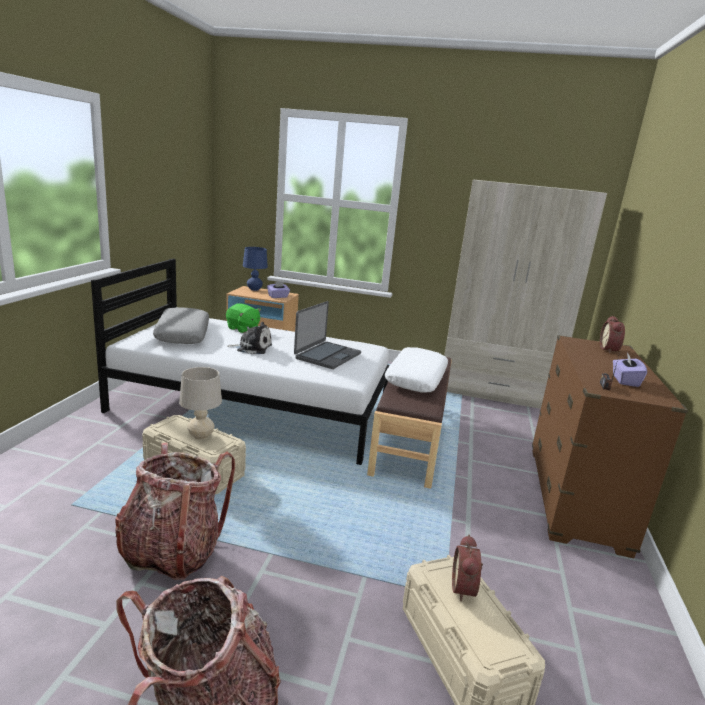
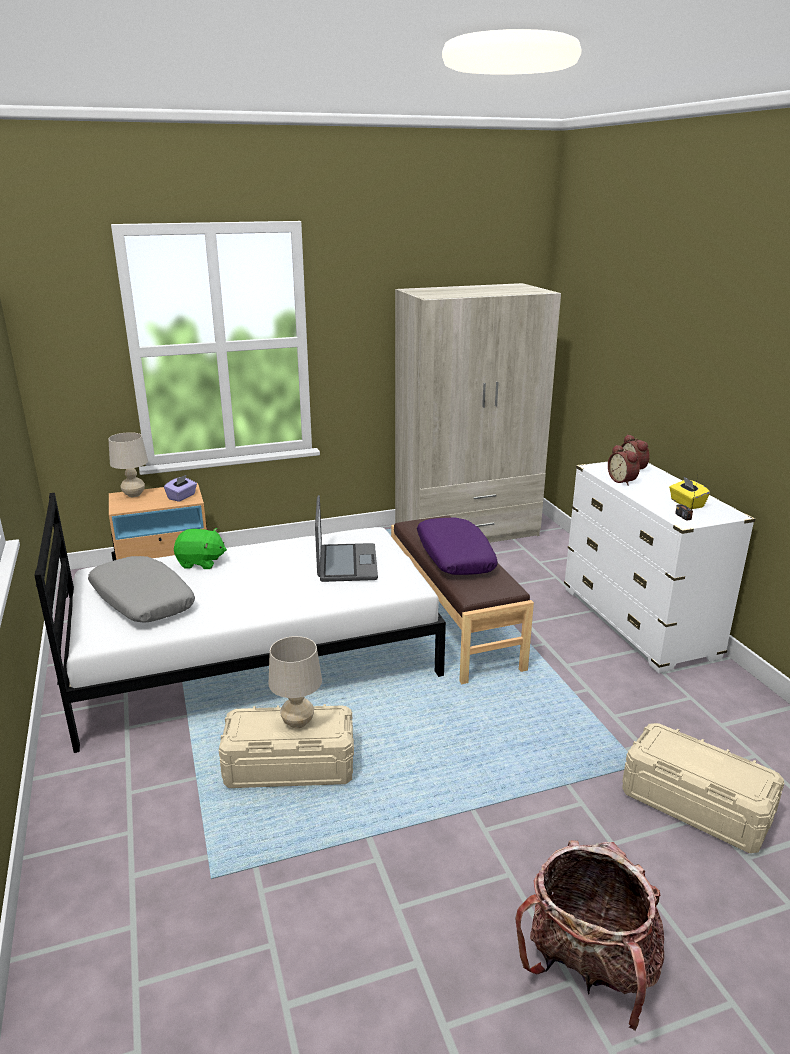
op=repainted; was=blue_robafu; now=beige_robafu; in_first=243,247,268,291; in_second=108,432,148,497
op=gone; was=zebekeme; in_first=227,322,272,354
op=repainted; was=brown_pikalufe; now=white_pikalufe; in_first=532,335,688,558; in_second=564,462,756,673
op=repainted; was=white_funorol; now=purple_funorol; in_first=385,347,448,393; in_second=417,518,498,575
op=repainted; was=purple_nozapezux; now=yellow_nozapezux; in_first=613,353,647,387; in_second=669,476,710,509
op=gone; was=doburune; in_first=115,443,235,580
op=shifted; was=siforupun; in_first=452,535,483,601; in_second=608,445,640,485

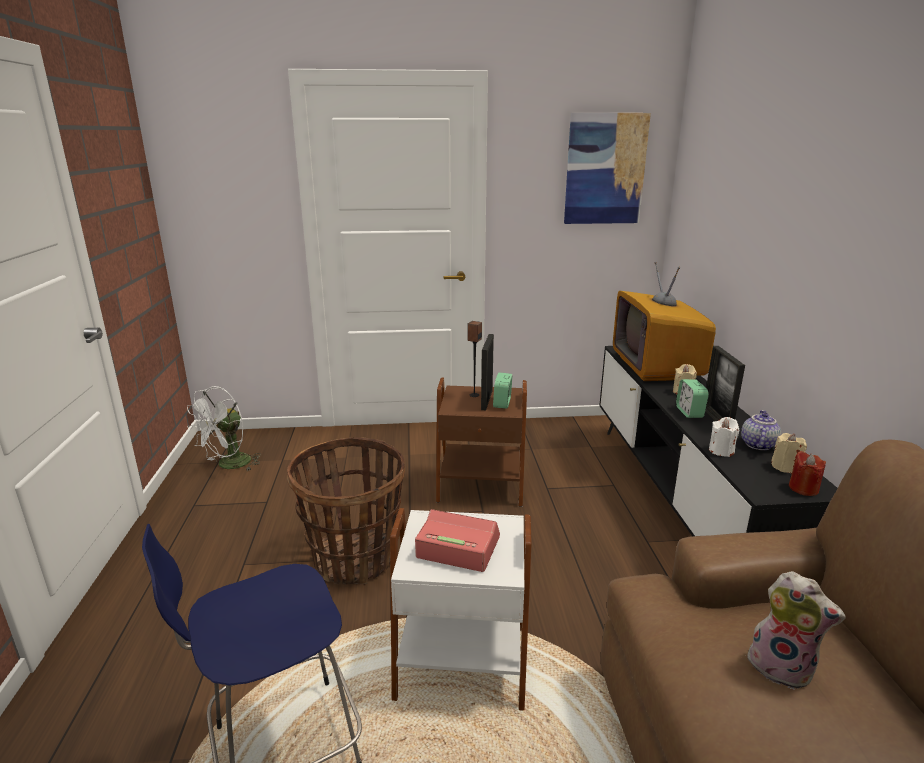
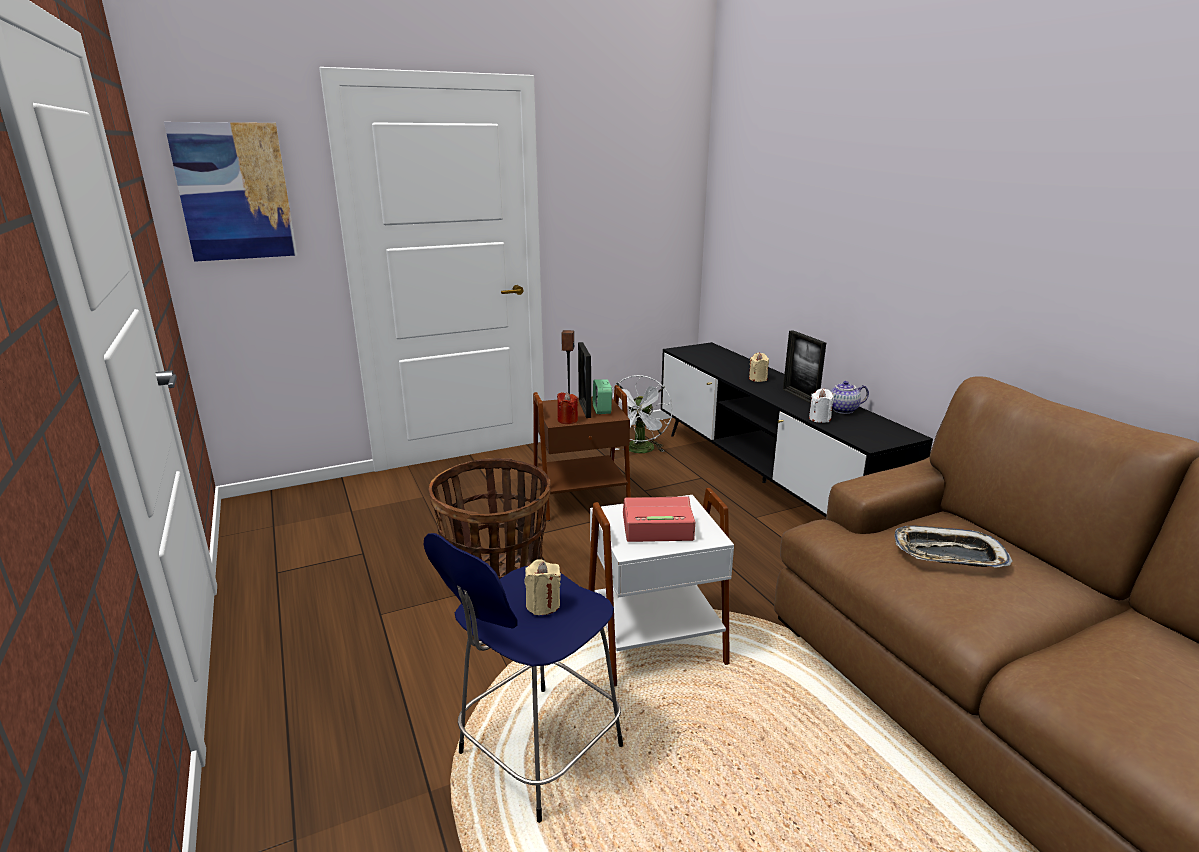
op=shifted; was=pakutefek; in_first=564,113,651,224; in_second=164,122,297,262
op=gone; was=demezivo; in_first=613,262,716,381
op=gone; was=siforupun; in_first=676,379,709,418
op=shifted; was=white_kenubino; in_first=187,386,261,471; in_second=612,375,673,453
op=rotated; was=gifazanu; in_first=741,410,781,450; in_second=831,381,869,414; clockwise=-105
op=shifted; was=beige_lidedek; in_first=771,433,807,473; in_second=524,560,561,615
op=shifted; was=red_lidedek; in_first=789,451,826,496; in_second=557,392,578,424
op=swapped; was=zebekeme; now=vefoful; in_first=745,571,846,690; in_second=894,526,1012,568

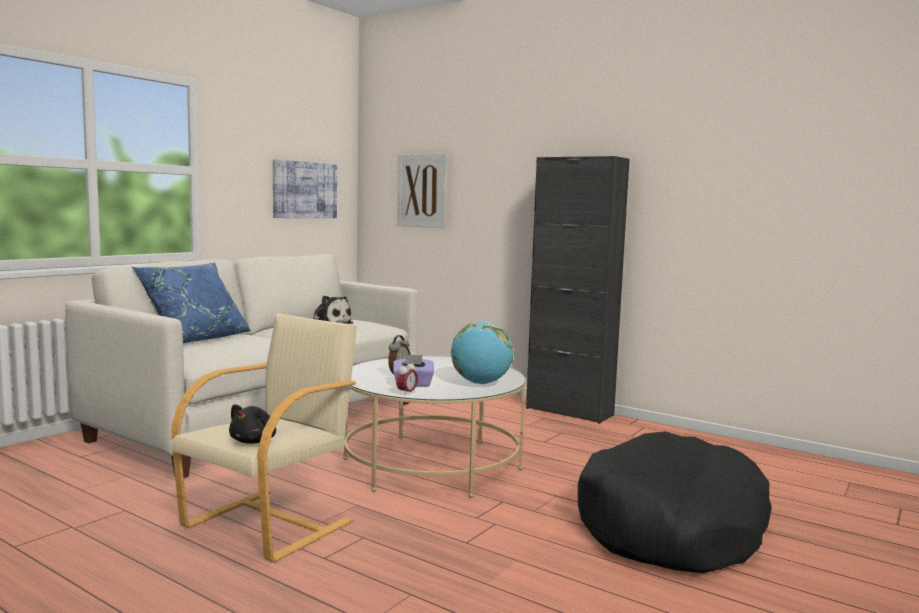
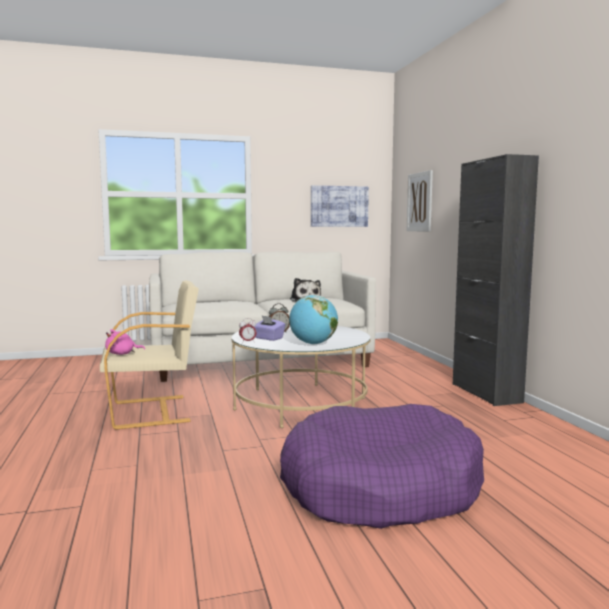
op=gone; was=blue_funorol; in_first=132,263,252,343
op=repainted; was=black_zebekeme; now=pink_zebekeme; in_first=229,404,276,444; in_second=105,329,145,355
op=repainted; was=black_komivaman; now=purple_komivaman; in_first=578,432,772,573; in_second=280,404,484,529

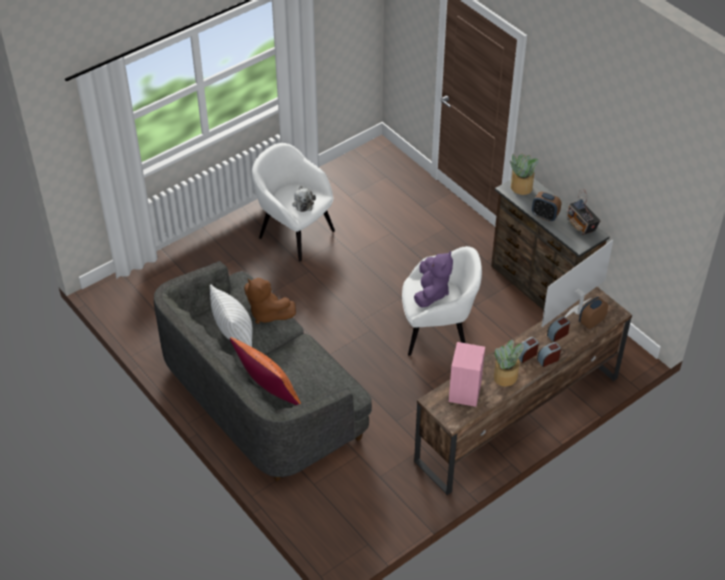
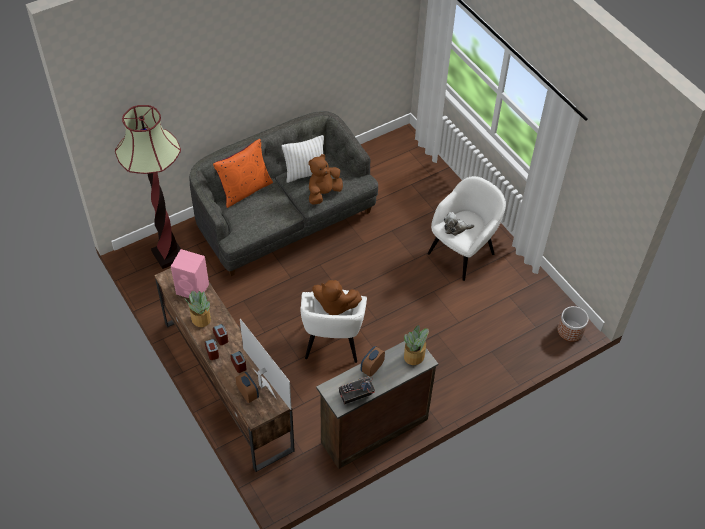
op=repainted; was=purple_zebekeme; now=brown_zebekeme; in_first=414,250,453,307; in_second=312,280,362,315
op=new; now=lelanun; in_second=115,105,181,269
op=new; now=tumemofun; in_second=558,306,589,341

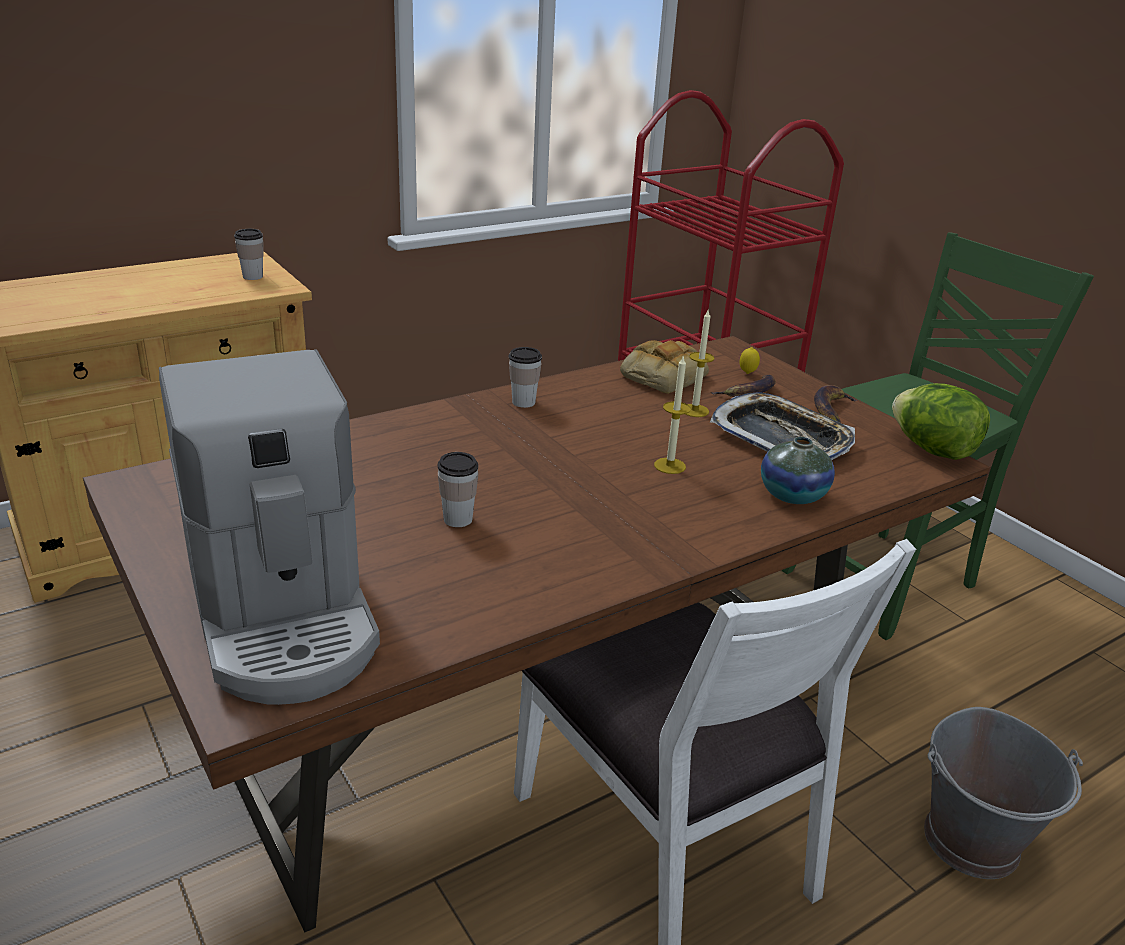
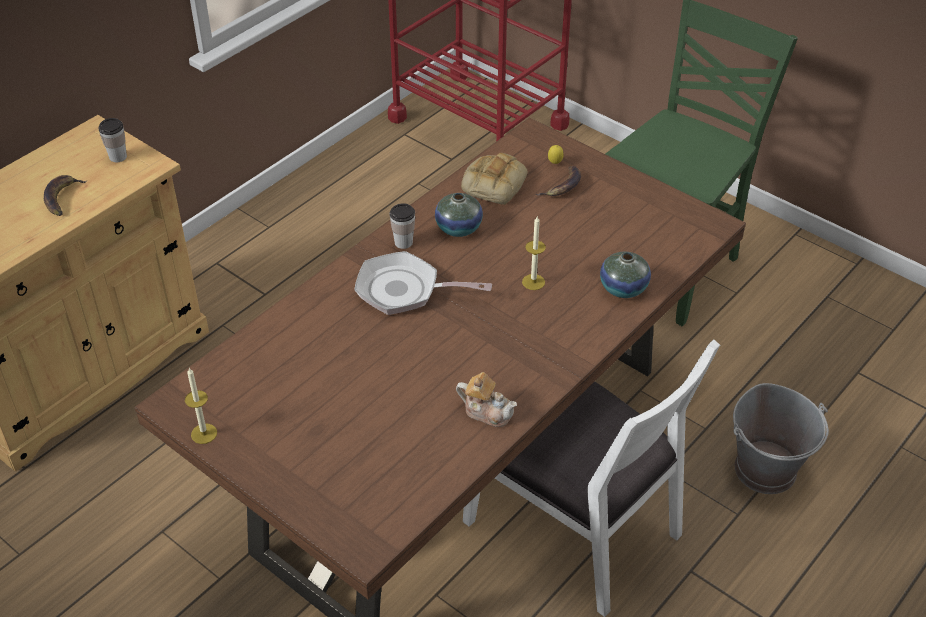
op=shifted; was=lidedek; in_first=685,310,715,417; in_second=185,368,217,444
op=gone; was=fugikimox; in_first=159,349,380,705
op=gone; was=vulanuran; in_first=892,383,990,460
op=shifted; was=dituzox; in_first=814,385,858,423; in_second=44,175,87,216
op=gone; was=vefoful; in_first=710,392,855,460
op=gone; was=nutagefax; in_first=438,452,478,527
op=new; now=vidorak; in_second=435,193,483,237
op=new; now=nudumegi; in_second=354,251,492,315
op=new; now=gifazanu; in_second=456,372,517,427

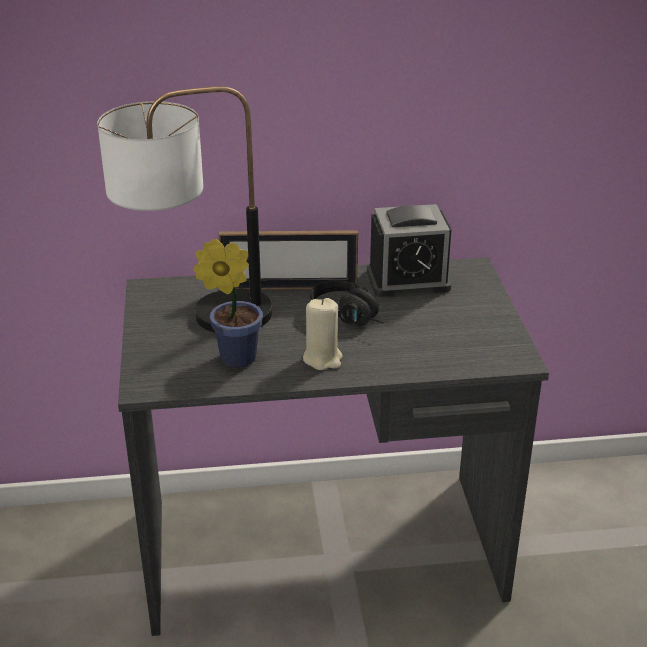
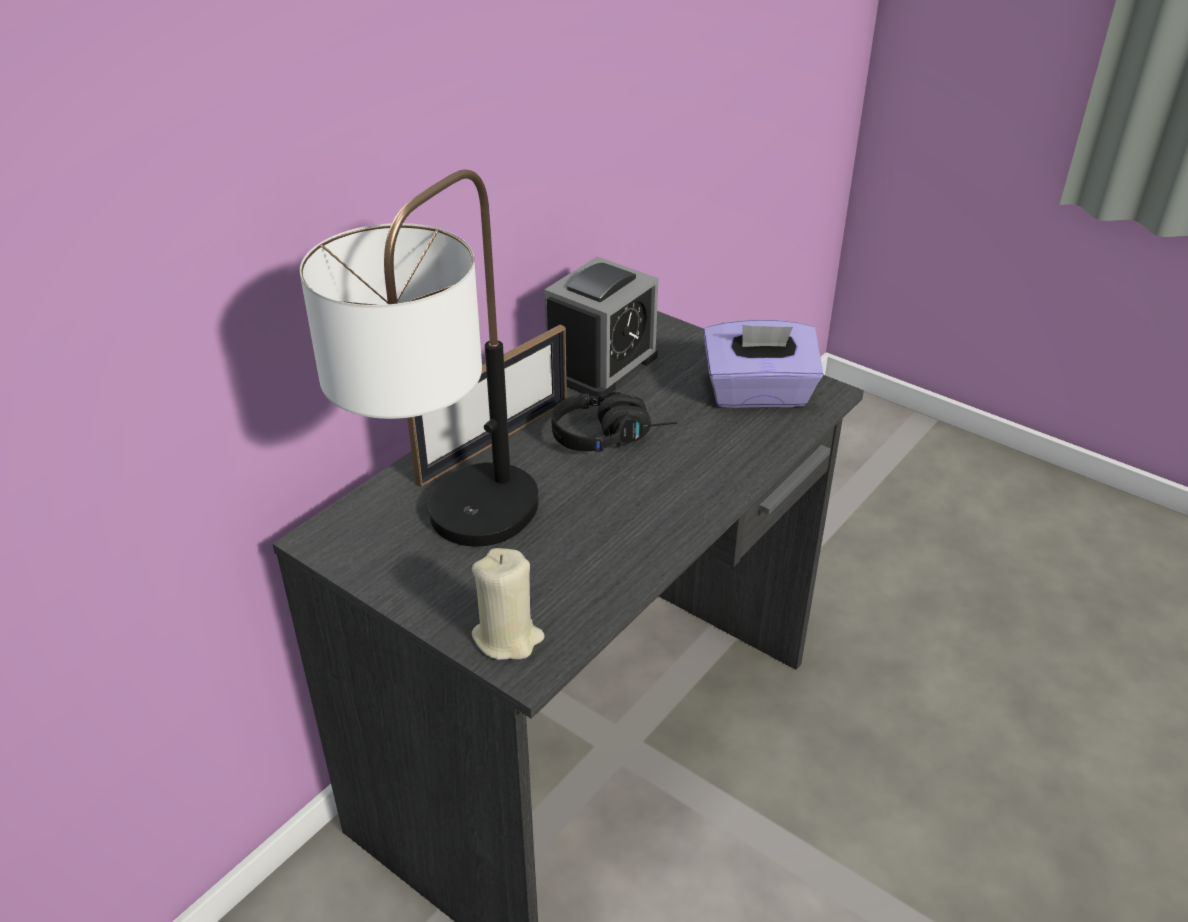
op=gone; was=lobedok; in_first=193,239,263,368
op=shifted; was=beige_lidedek; in_first=303,298,343,370; in_second=472,548,545,660
op=new; now=purple_nozapezux; in_second=703,319,823,408

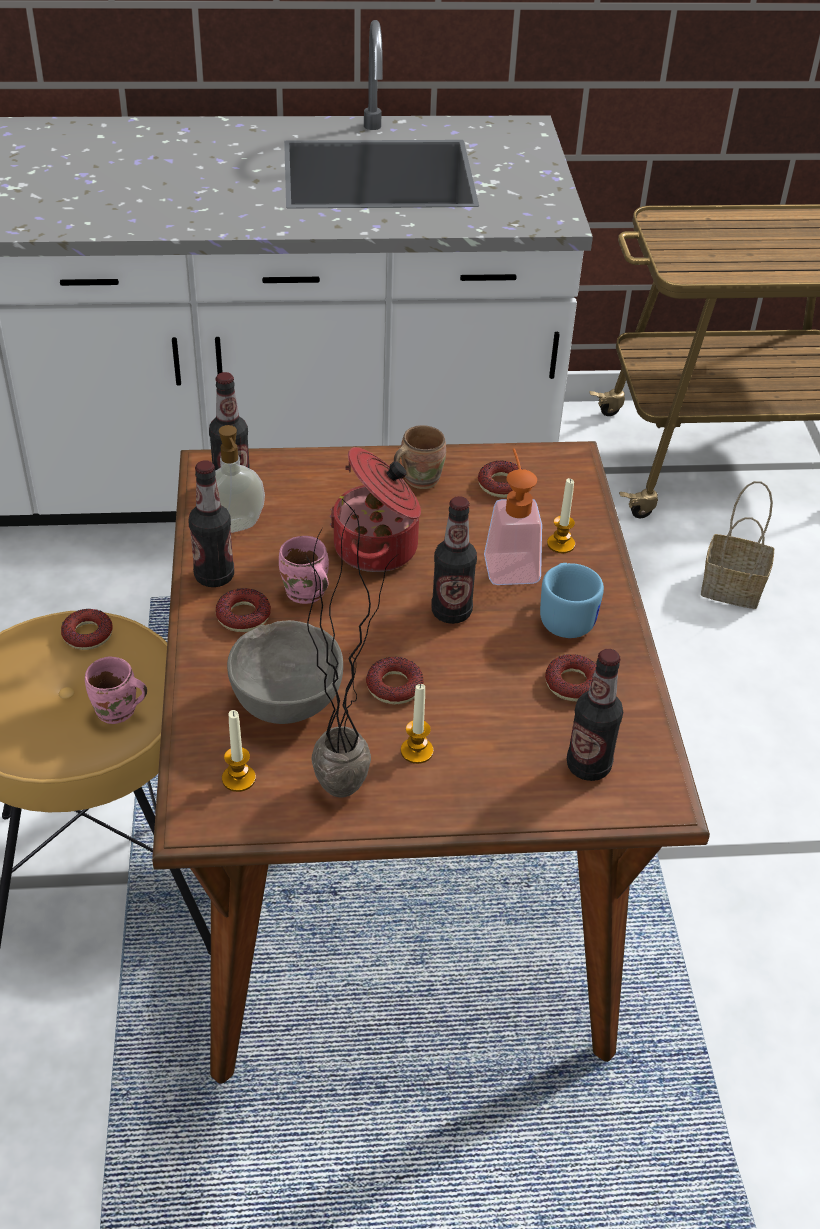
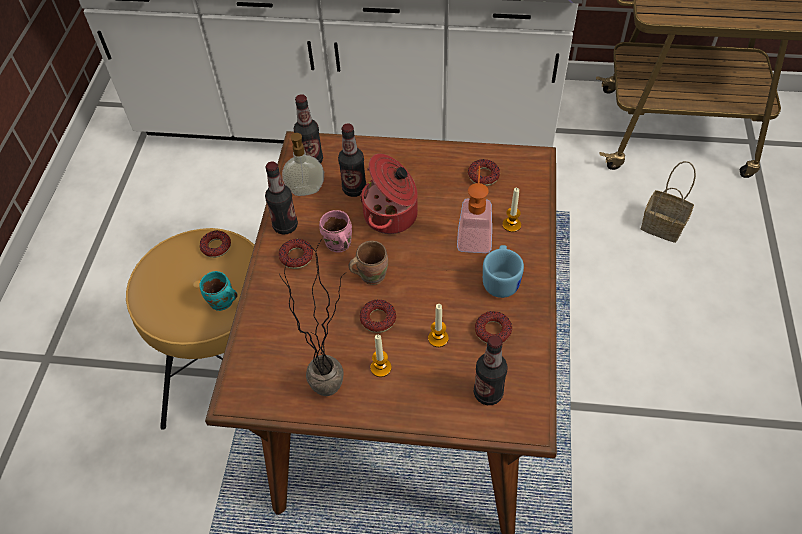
op=shifted; was=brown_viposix; in_first=394,425,446,489; in_second=349,241,388,285
op=shifted; was=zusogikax; in_first=432,496,477,624; in_second=338,123,366,197
op=gone; was=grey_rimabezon; in_first=227,620,343,724
op=repainted; was=pink_viposix; now=turquoise_viposix; in_first=85,657,147,724; in_second=199,271,238,311
op=shifted; was=lidedek; in_first=222,710,256,792; in_second=428,304,449,347

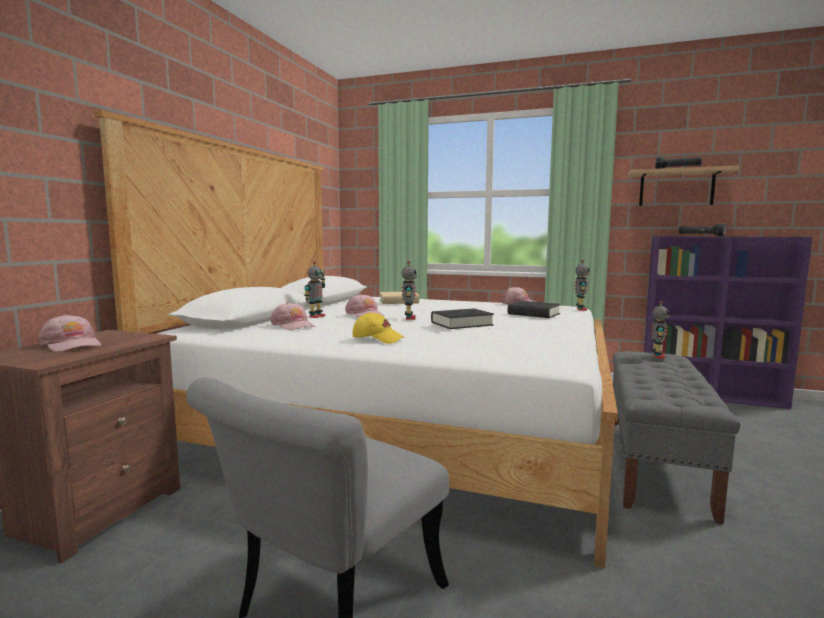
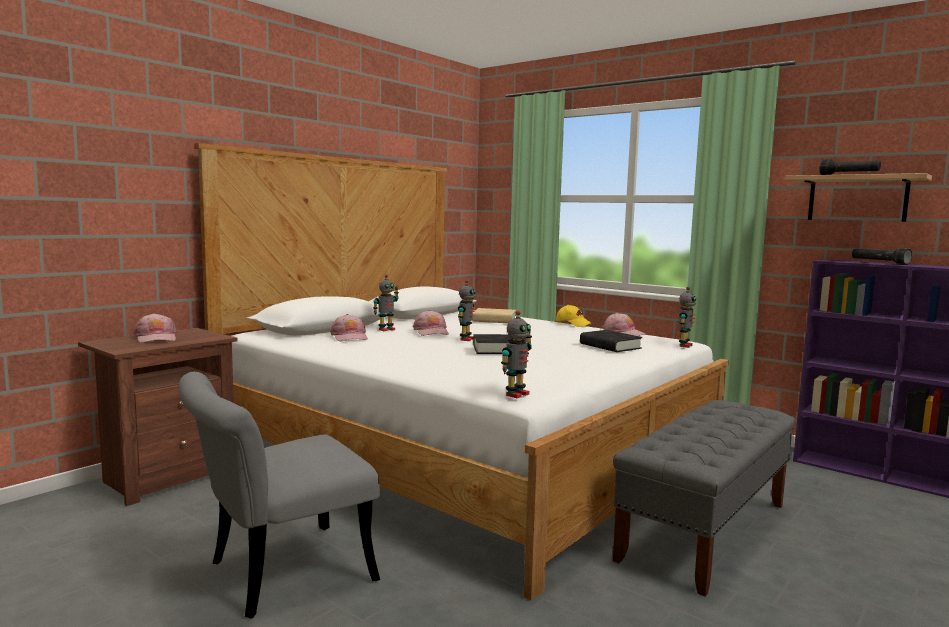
op=shifted; was=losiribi; in_first=651,301,669,359; in_second=501,311,532,398
op=shifted; was=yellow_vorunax; in_first=353,312,404,344; in_second=556,305,592,327

